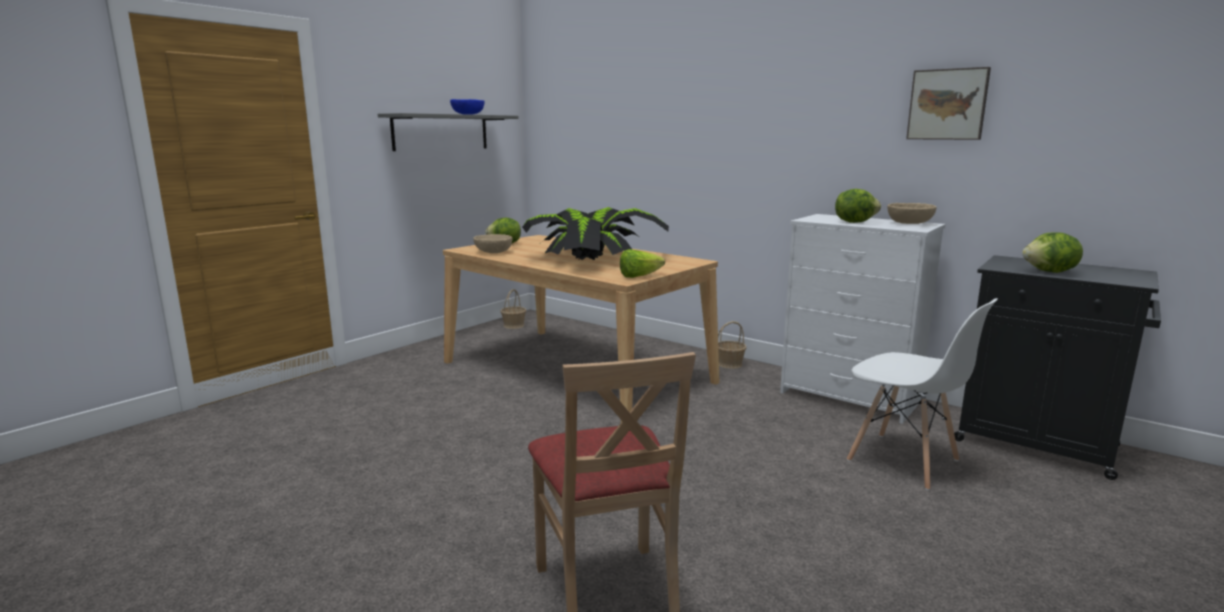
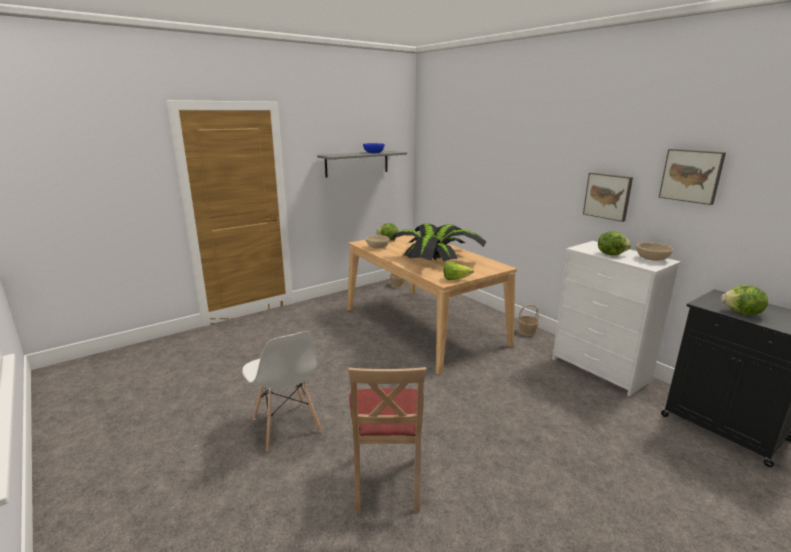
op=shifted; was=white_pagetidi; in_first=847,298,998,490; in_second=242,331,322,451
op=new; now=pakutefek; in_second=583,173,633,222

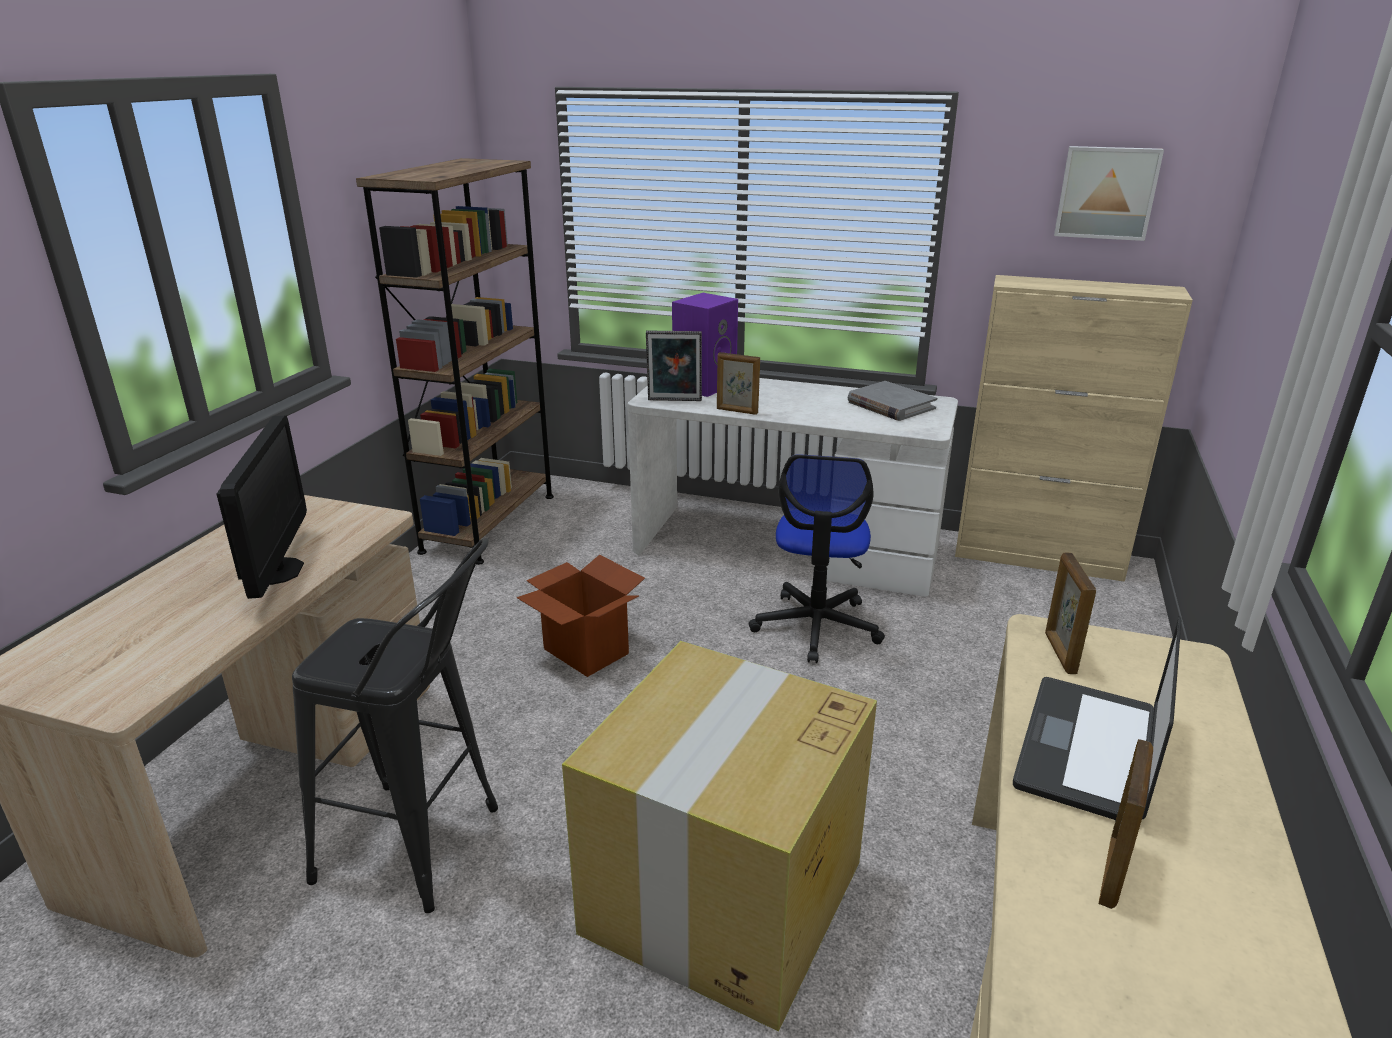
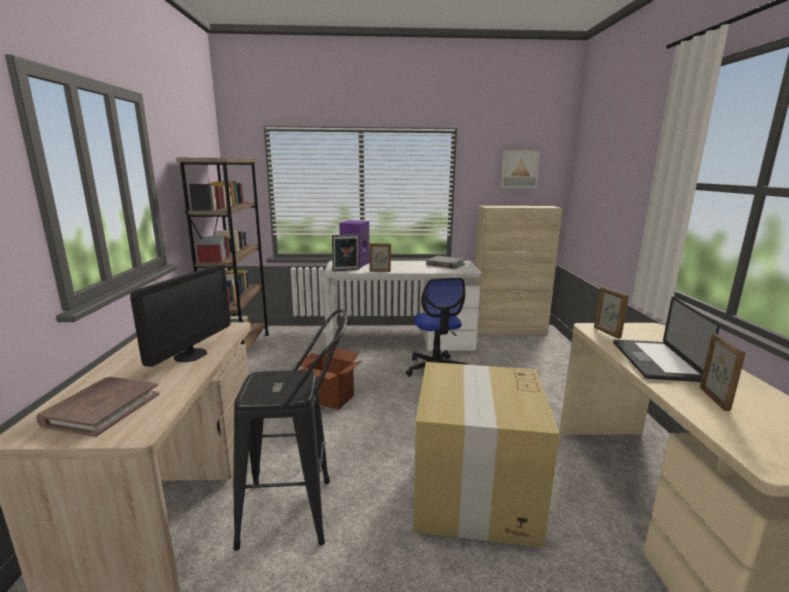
op=rotated; was=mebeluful; in_first=217,415,307,599; in_second=130,265,231,367; clockwise=45
op=new; now=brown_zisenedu; in_second=37,377,159,437

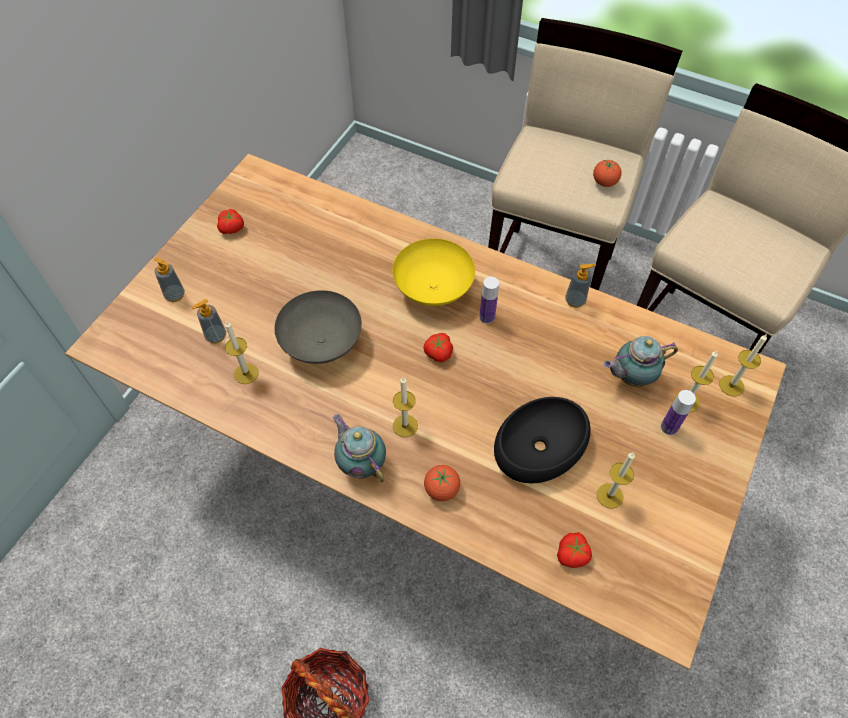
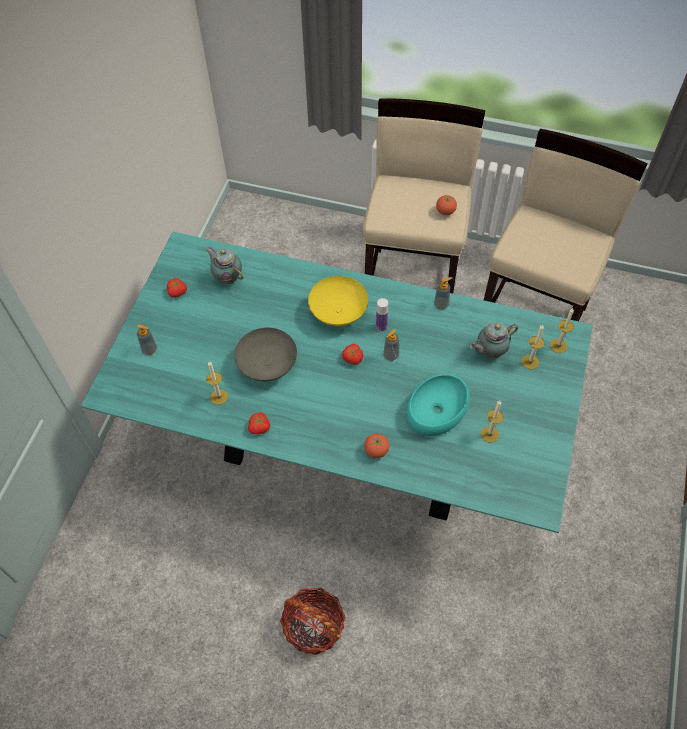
op=repainted; was=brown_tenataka; now=turquoise_tenataka; in_first=65,154,786,670; in_second=81,232,593,533
op=shifted; was=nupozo; in_first=191,299,226,343; in_second=383,329,399,361
op=gone; was=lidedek; in_first=393,377,418,437
op=gone; was=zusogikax; in_first=661,390,696,435
op=repainted; was=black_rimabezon; now=turquoise_rimabezon; in_first=494,397,591,483; in_second=406,374,470,436
op=shifted; was=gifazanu; in_first=333,414,386,482; in_second=205,247,243,284
op=shifted; was=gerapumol; in_first=557,532,592,568; in_second=248,412,270,434

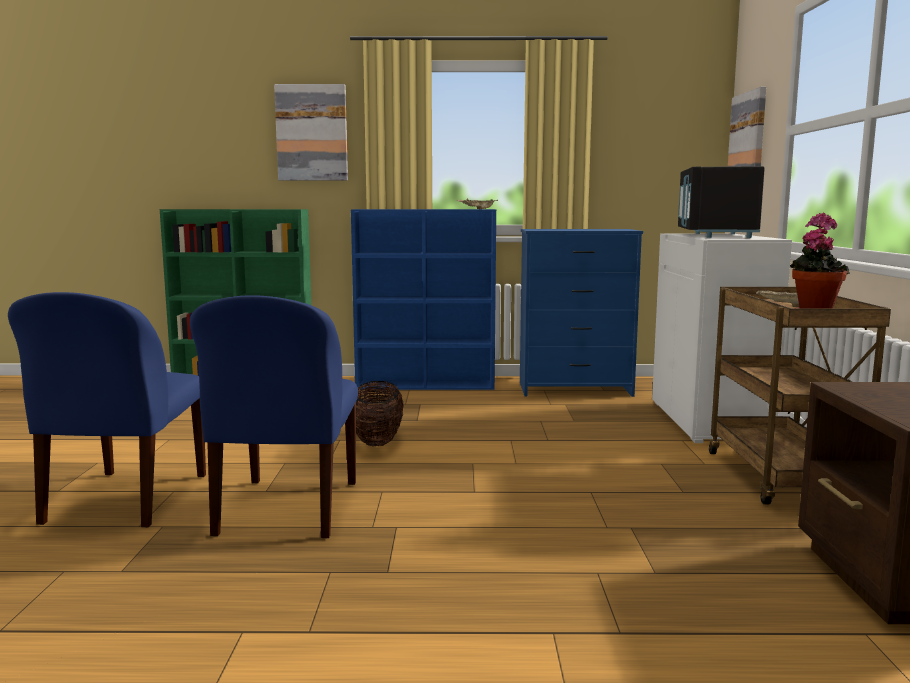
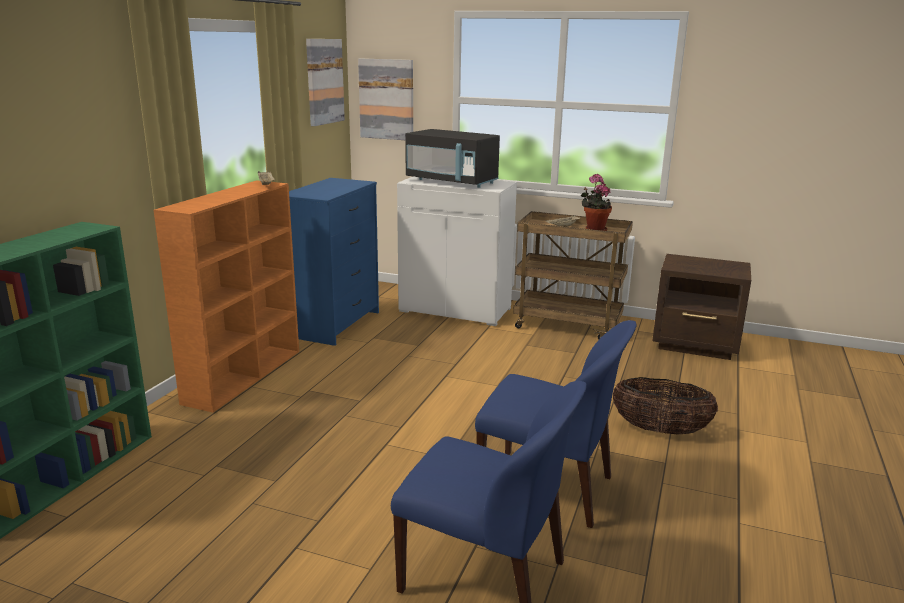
op=shifted; was=pakutefek; in_first=274,84,348,181; in_second=306,39,345,126
op=repainted; was=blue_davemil; now=orange_davemil; in_first=351,209,496,390; in_second=154,180,299,412
op=shifted; was=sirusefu; in_first=356,381,404,446; in_second=613,377,718,434

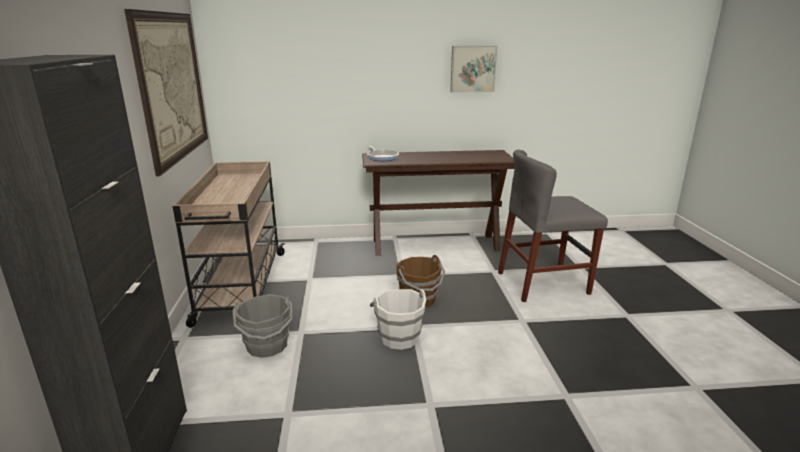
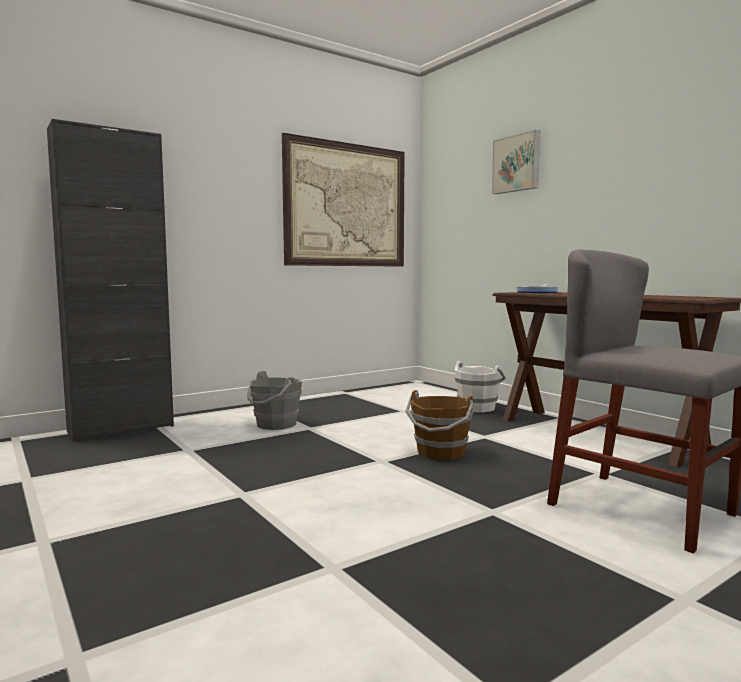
op=shifted; was=pakutefek; in_first=450,46,498,93; in_second=492,130,540,194
op=gone; was=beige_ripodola; in_first=173,161,285,328
op=shifted; was=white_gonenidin; in_first=370,289,426,350; in_second=455,361,506,413

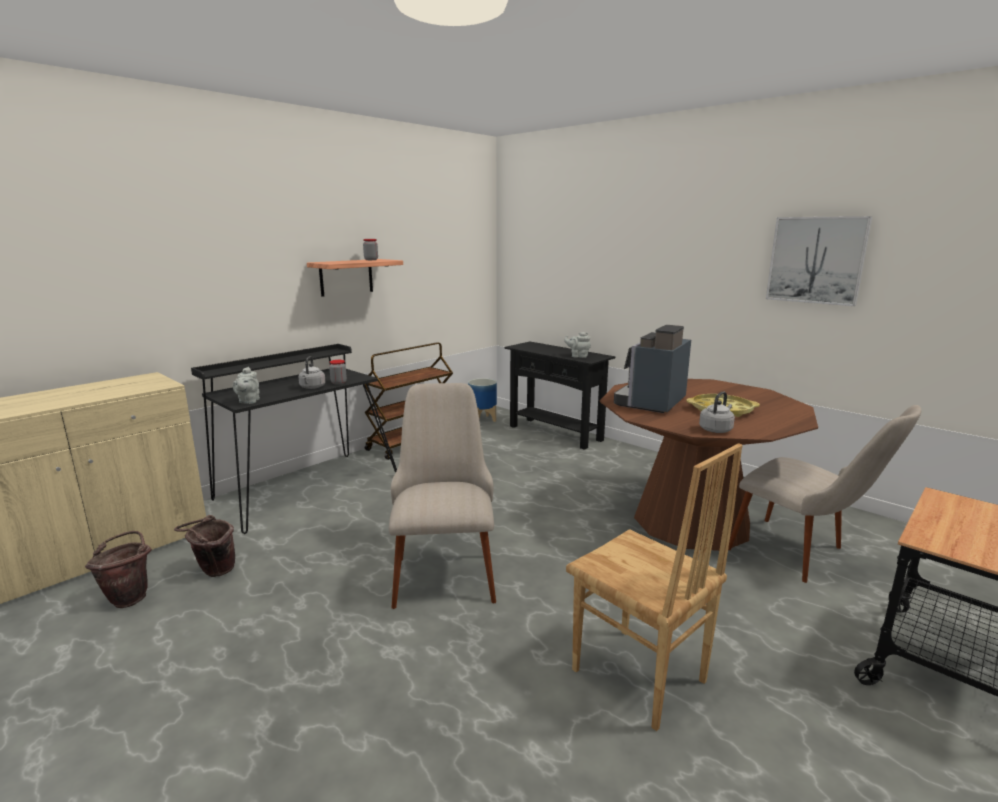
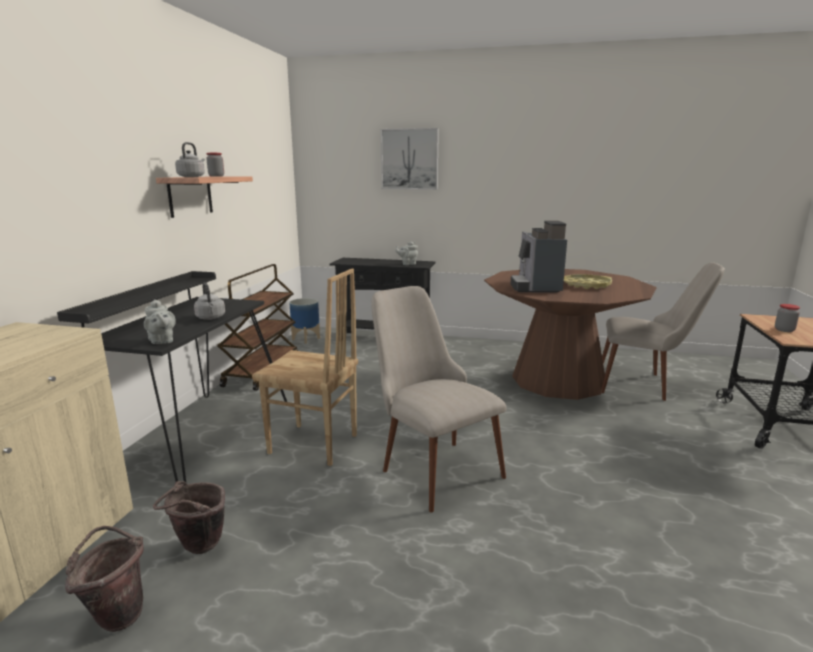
op=shifted; was=pakutefek; in_first=766,216,872,306; in_second=380,128,439,190
op=shifted; was=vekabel; in_first=329,360,347,385; in_second=775,304,800,332
op=shifted; was=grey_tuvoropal; in_first=699,391,735,433; in_second=175,142,205,177
op=shifted; was=brown_pagetidi; in_first=566,443,743,731; in_second=252,269,358,466

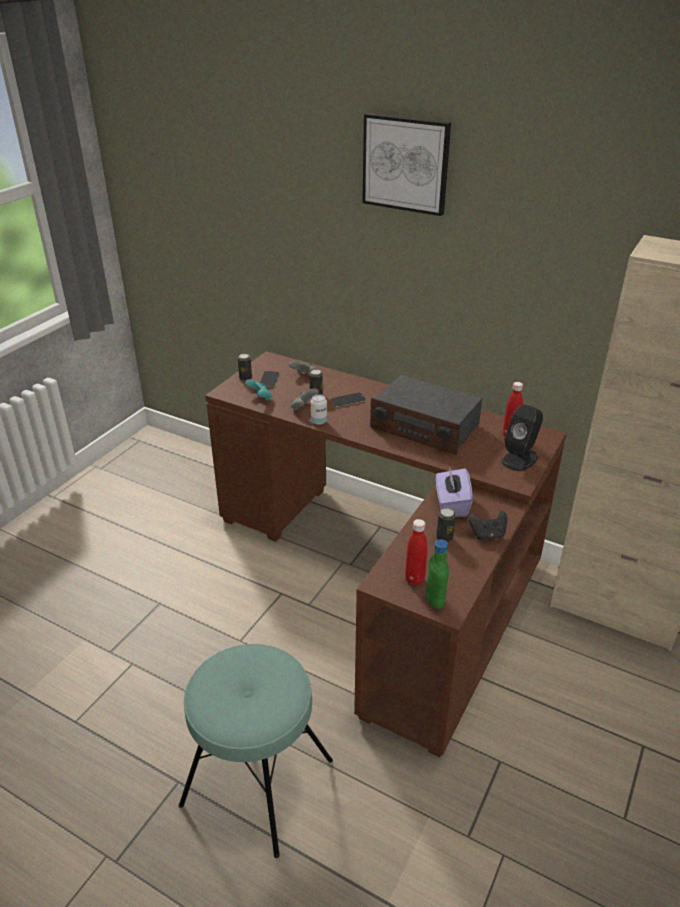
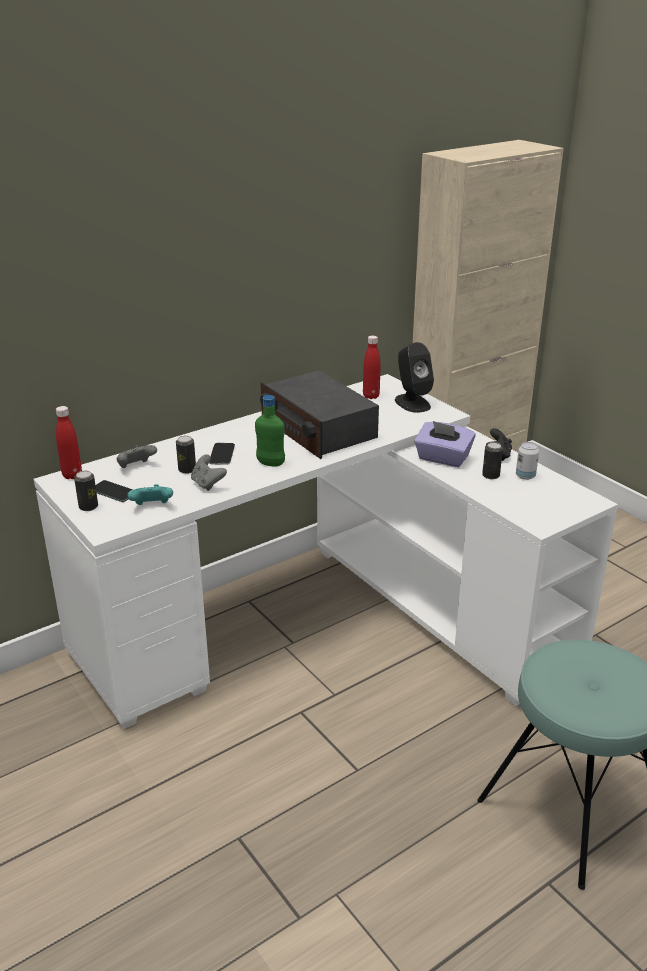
op=gone; was=pakutefek; in_first=362,113,451,216
op=repainted; was=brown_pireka; now=white_pireka; in_first=205,351,567,757; in_second=34,374,618,729
op=rotated; was=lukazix; in_first=370,375,482,455; in_second=260,371,379,459; clockwise=90
op=shifted; was=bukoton; in_first=311,394,327,425; in_second=516,442,539,480
op=shifted; was=red_zusogikax; in_first=405,519,427,585; in_second=56,406,82,479
op=shifted; was=green_zusogikax; in_first=426,539,449,609; in_second=255,395,285,467

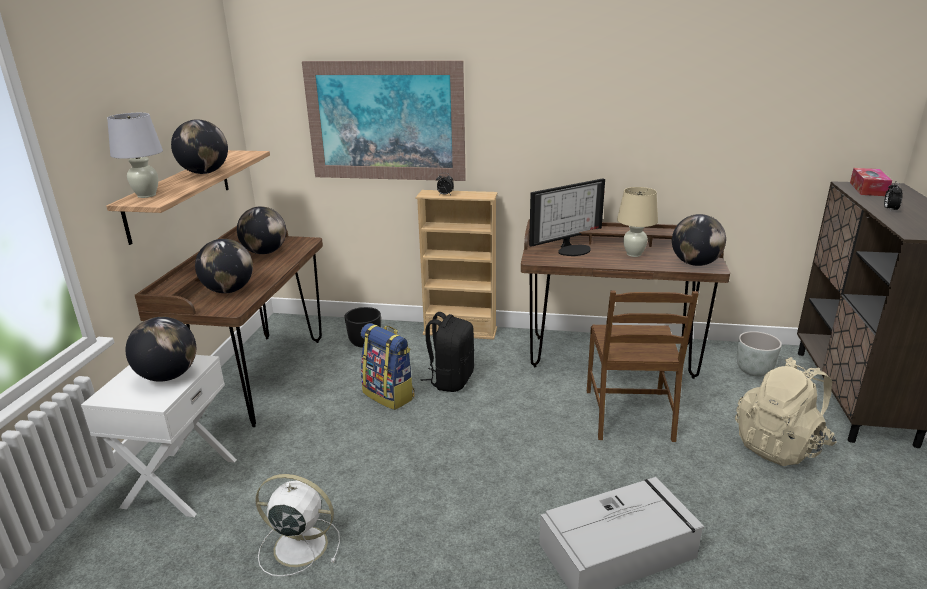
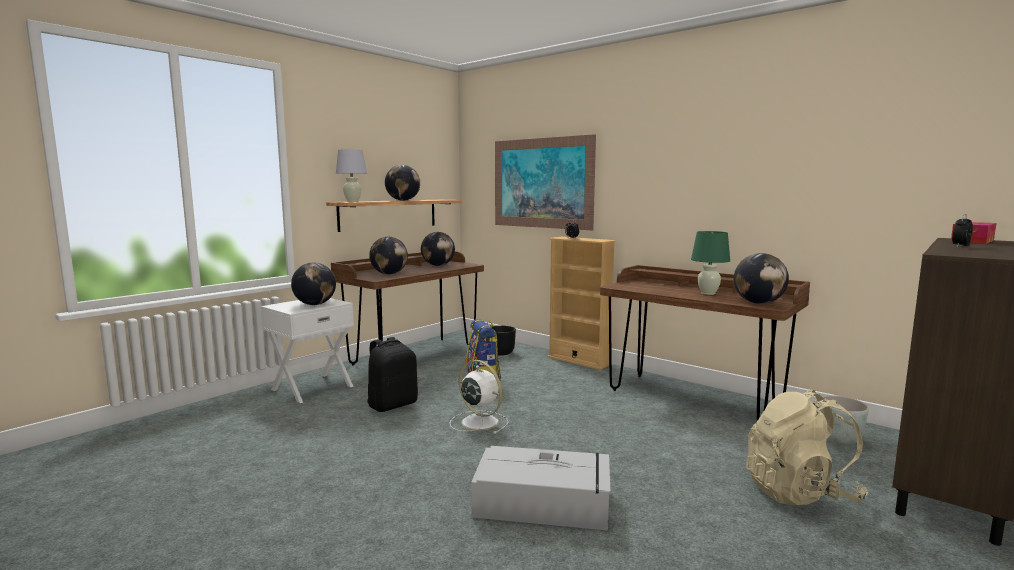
op=gone; was=mebeluful; in_first=529,178,605,256
op=repainted; was=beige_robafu; now=green_robafu; in_first=617,187,658,257; in_second=691,231,730,295
op=gone; was=brown_pagetidi; in_first=587,290,699,442
op=shifted; was=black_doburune; in_first=420,312,474,392; in_second=367,337,418,412
op=shifted; was=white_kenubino; in_first=255,474,340,577; in_second=450,360,508,434

